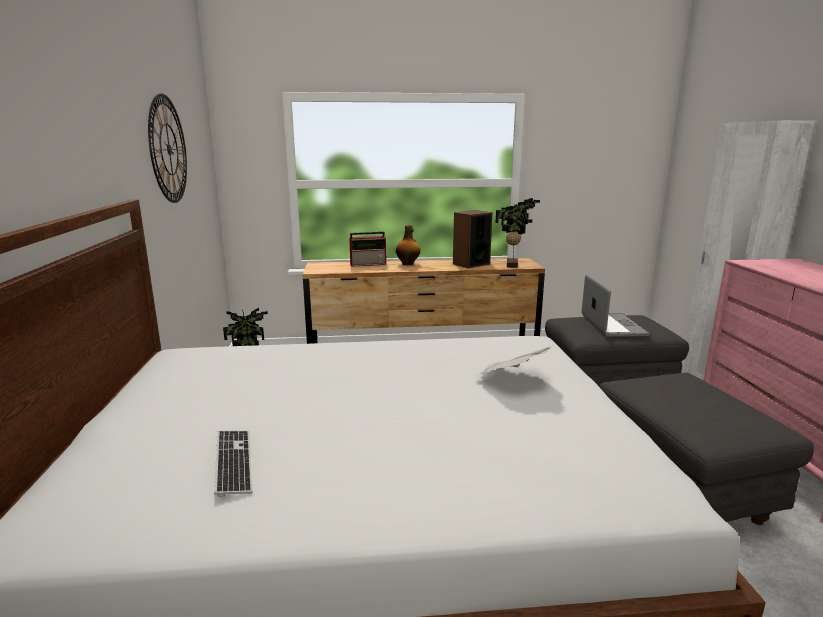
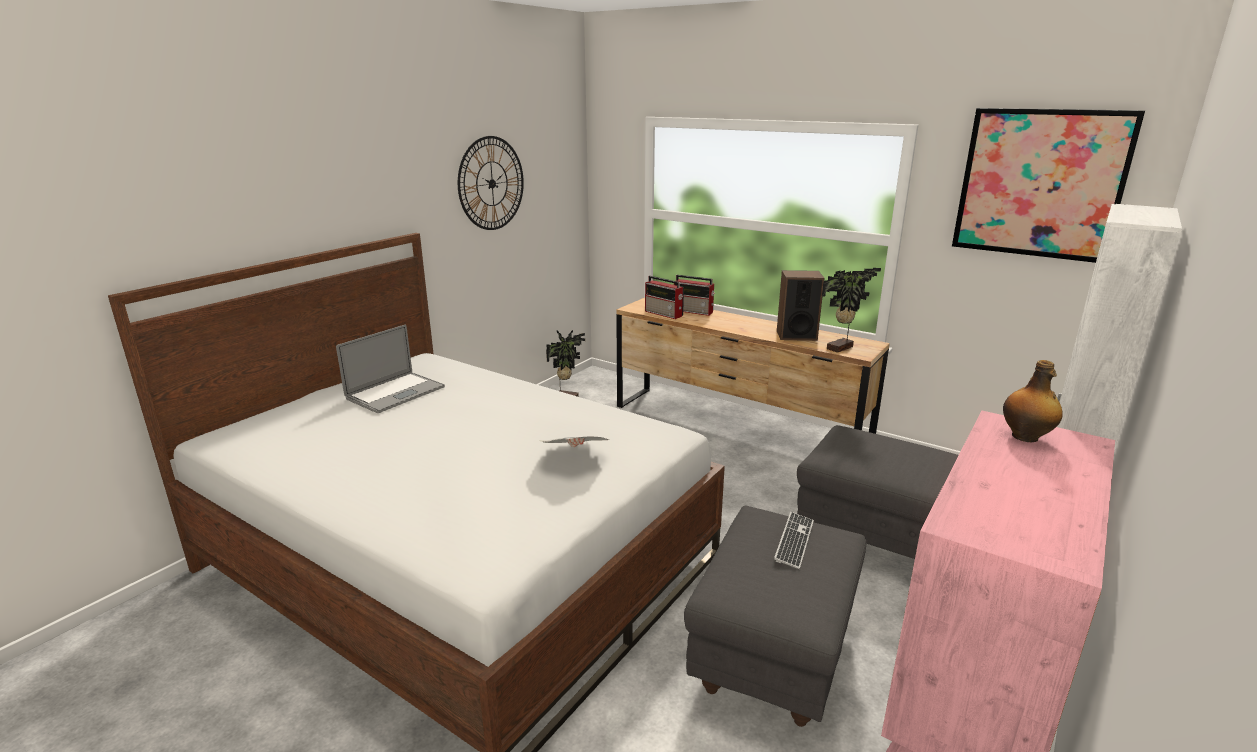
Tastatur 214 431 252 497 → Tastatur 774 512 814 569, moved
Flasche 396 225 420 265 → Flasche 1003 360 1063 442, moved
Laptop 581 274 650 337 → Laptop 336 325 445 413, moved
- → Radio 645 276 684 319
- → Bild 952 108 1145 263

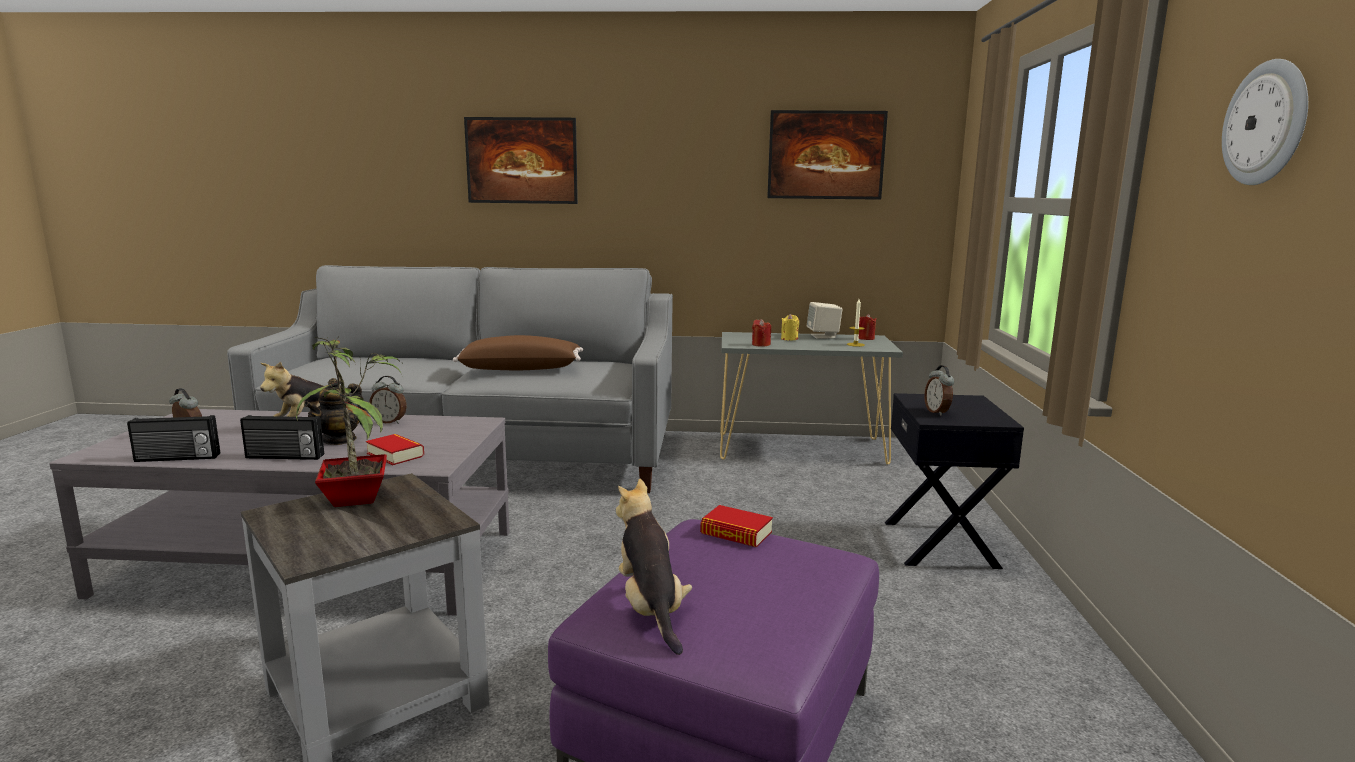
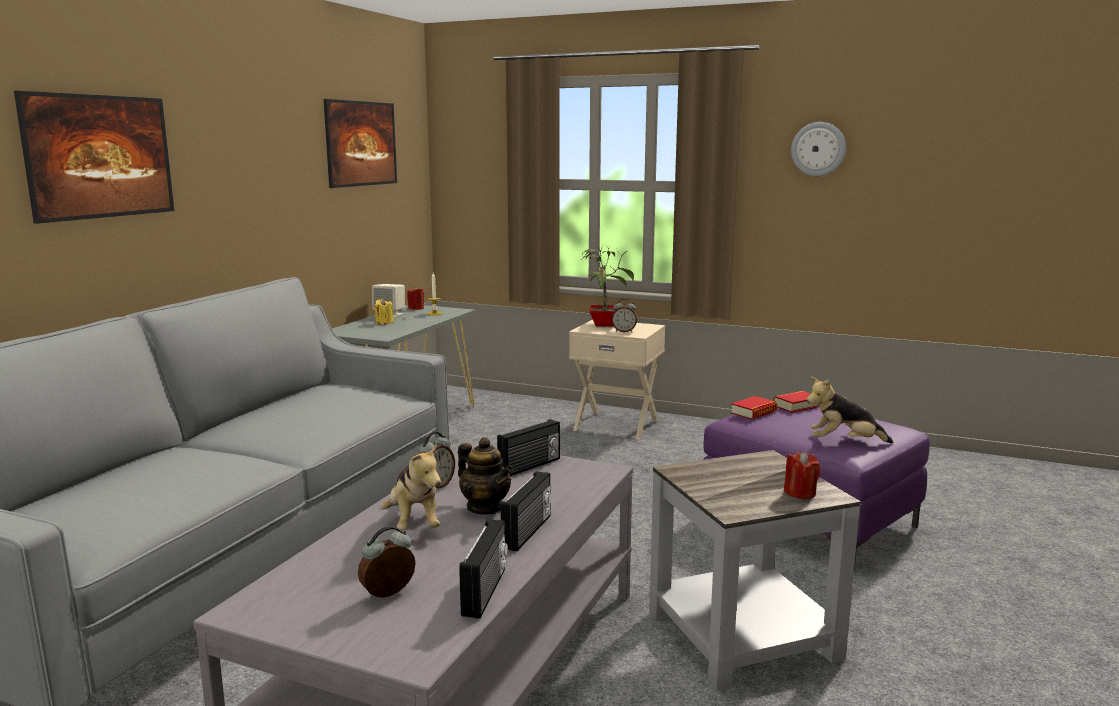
Topfpflanze 296 337 403 507 → Topfpflanze 581 246 634 327, moved
Buch 366 434 424 465 → Buch 773 391 819 413, moved
Kissen [braun] 453 335 583 370 → -
Kerze [rot] 752 319 771 347 → Kerze [rot] 784 451 821 499, moved
Nachttisch [schwarz] 885 393 1024 569 → Nachttisch [beige] 569 319 665 440
- → Radio 497 419 560 476

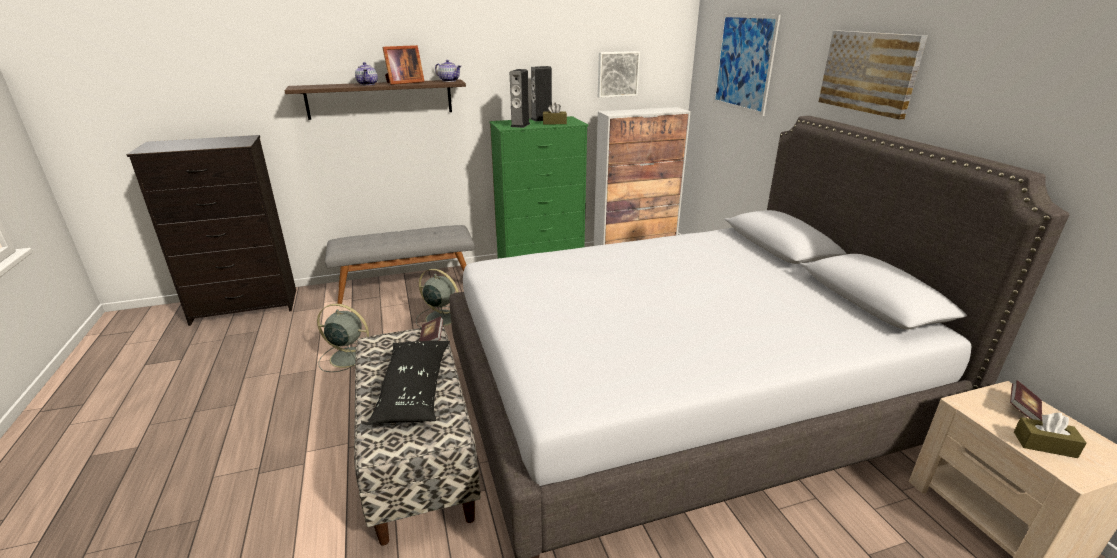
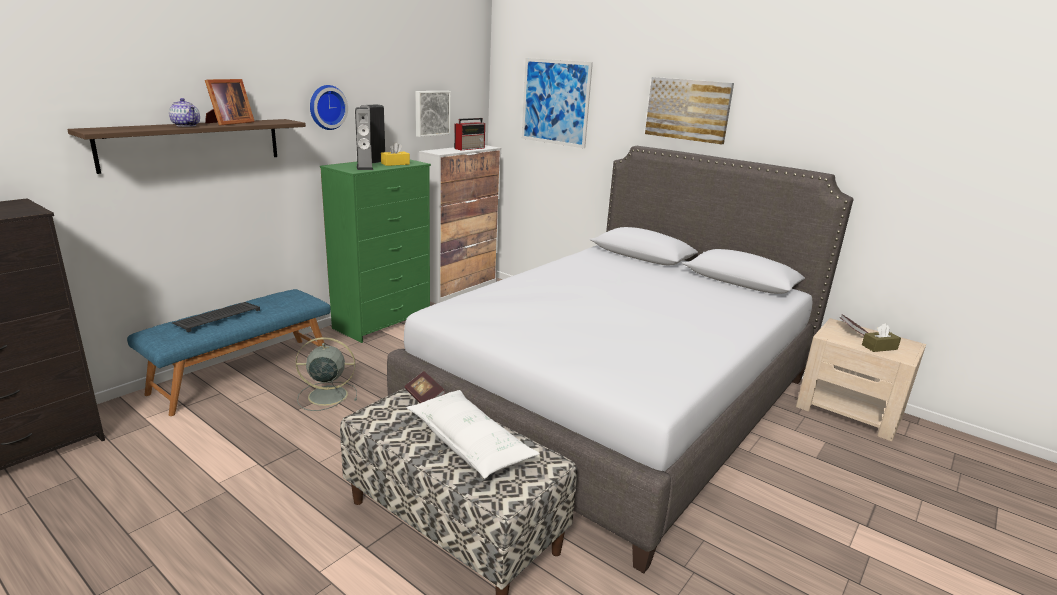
Ventilator [grau] 317 304 369 372 → -
Bank [grau] 325 225 475 304 → Bank [blau] 127 289 331 416
Kissen [schwarz] 367 340 450 425 → Kissen [weiß] 406 390 540 479
Teekanne 435 60 461 82 → -
Taschentuchbox [braun] 543 102 567 124 → Taschentuchbox [gelb] 381 142 410 166
- → Tastatur 172 302 260 332
- → Wanduhr 310 85 348 130
- → Radio 454 118 485 150

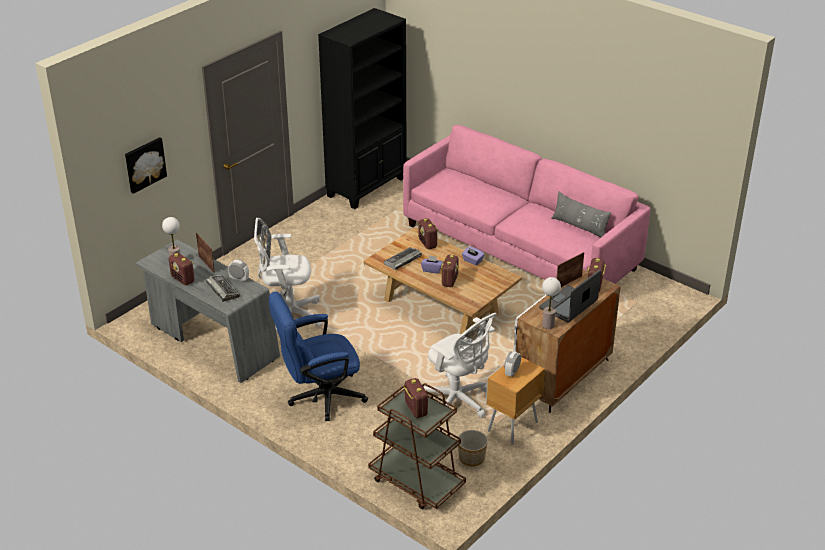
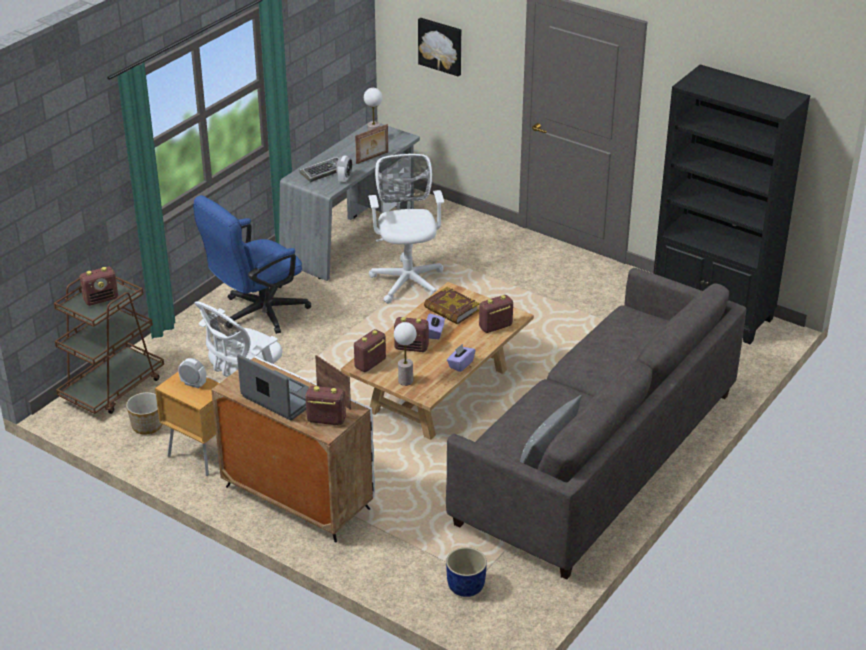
Radio 169 253 194 285 → Radio 354 329 386 372, moved
Bürostuhl [blau] 269 292 368 421 → Bürostuhl [blau] 193 195 311 334, 105 degrees counterclockwise
Tastatur 384 247 422 270 → Buch 424 287 479 324
Sofa [rosa] 403 125 650 284 → Sofa [grau] 446 268 746 580
Tischlampe 542 277 561 329 → Tischlampe 394 322 417 386, moved
- → Pflanzkübel [blau] 446 547 487 597

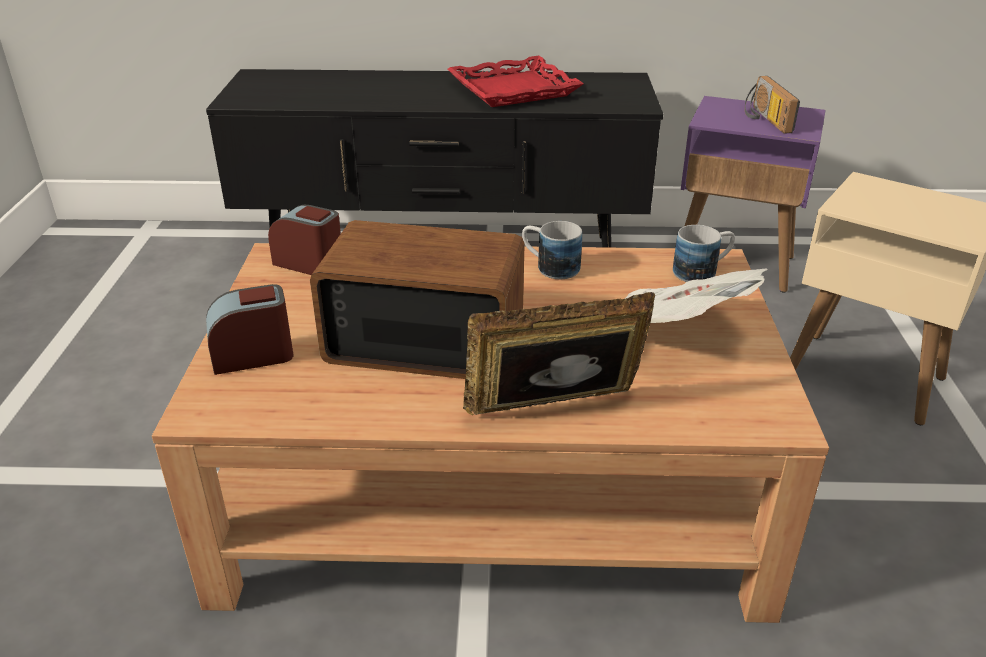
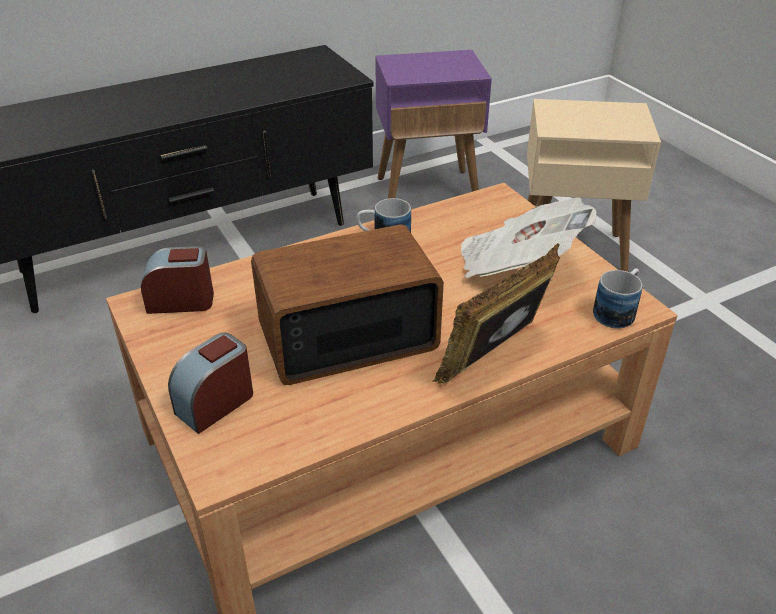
Tablett [rot] 447 56 584 107 → -
Henkelbecher 673 225 735 282 → Henkelbecher 593 268 643 328, moved
Radio 745 76 800 134 → -

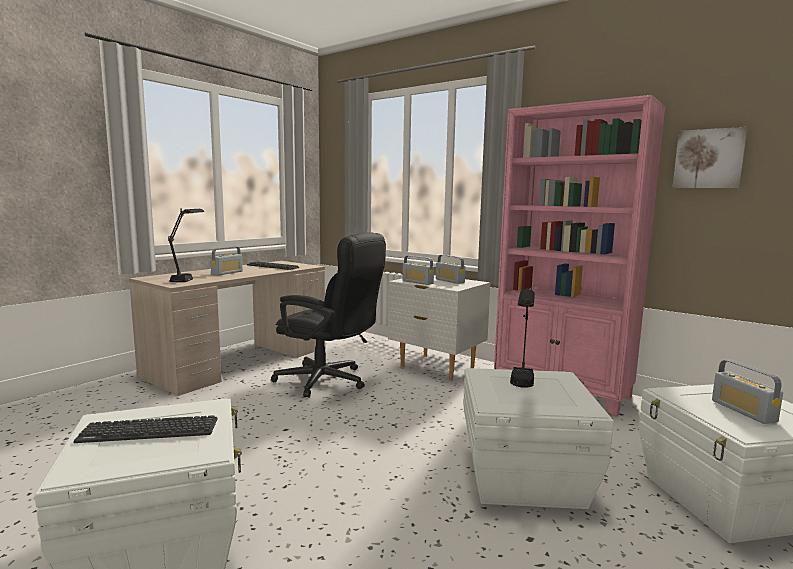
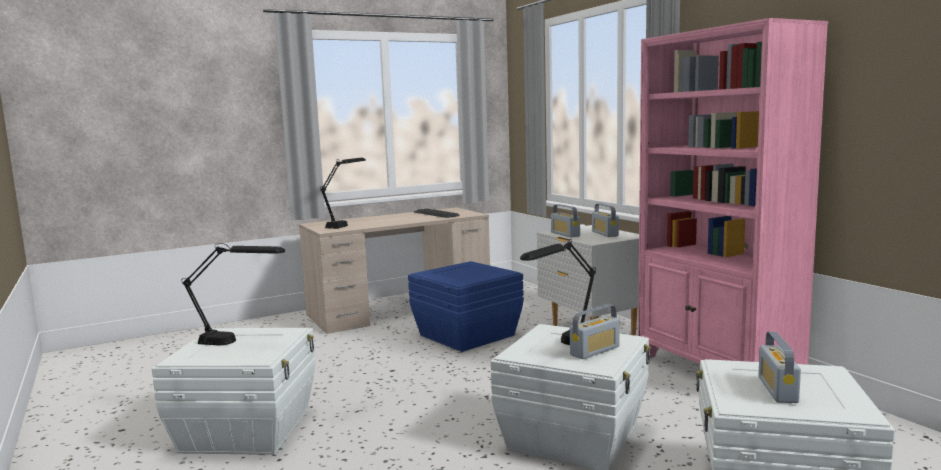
Tastatur 74 415 218 443 → Tischlampe [schwarz] 181 243 285 345
Radio 210 246 243 275 → Radio 570 304 620 359, moved
Bürostuhl [schwarz] 271 233 386 398 → Aufbewahrungsbox [blau] 408 261 524 352
Bild 672 127 748 188 → -

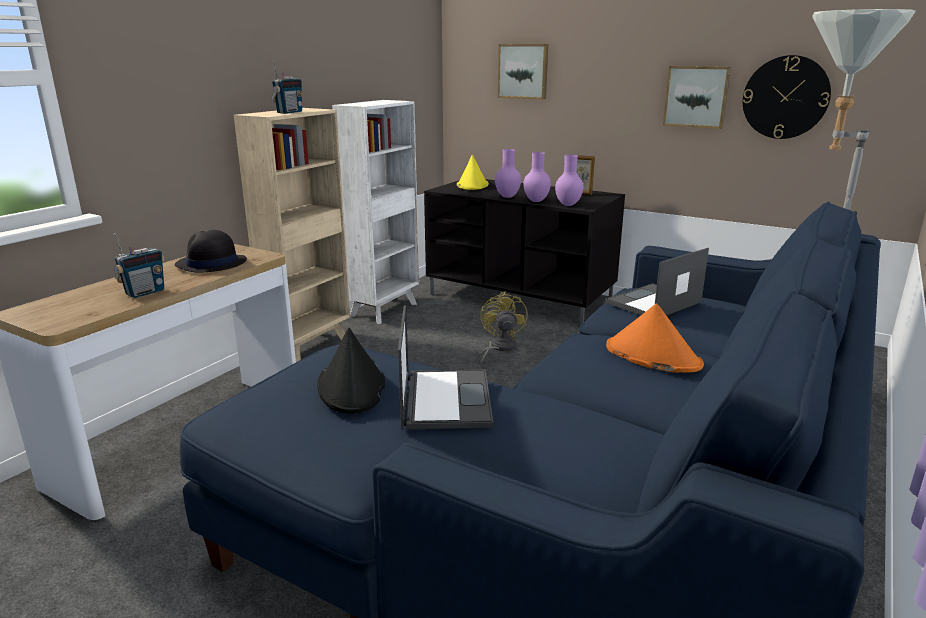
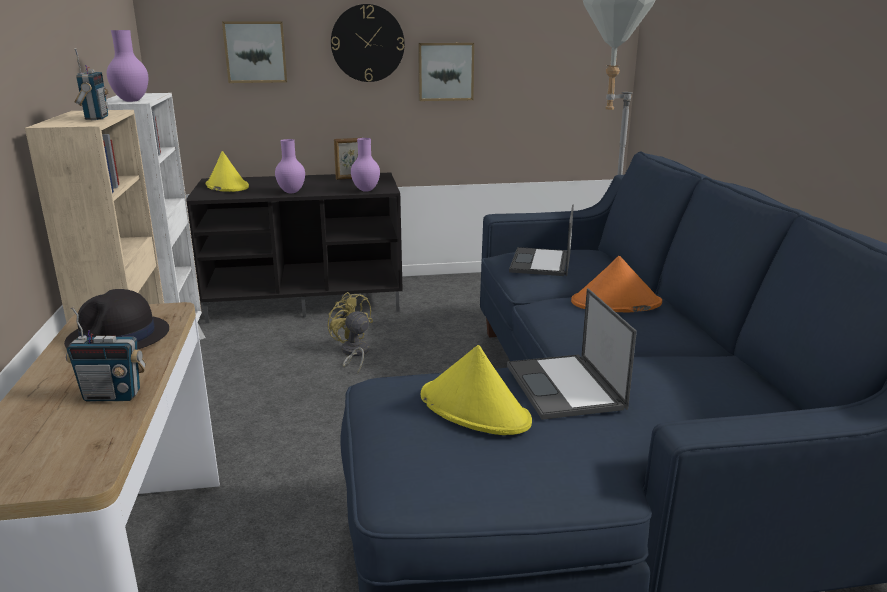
Radio 114 233 165 298 → Radio 66 307 146 401, 90 degrees clockwise
Hut [schwarz] 317 328 385 414 → Hut [gelb] 421 345 532 435
Laptop 398 305 493 429 → Laptop 507 288 637 420, 150 degrees counterclockwise
Vase [lila] 523 152 551 202 → Vase [lila] 107 30 148 102, moved
Wanduhr 743 55 831 139 → Wanduhr 331 4 405 82, moved

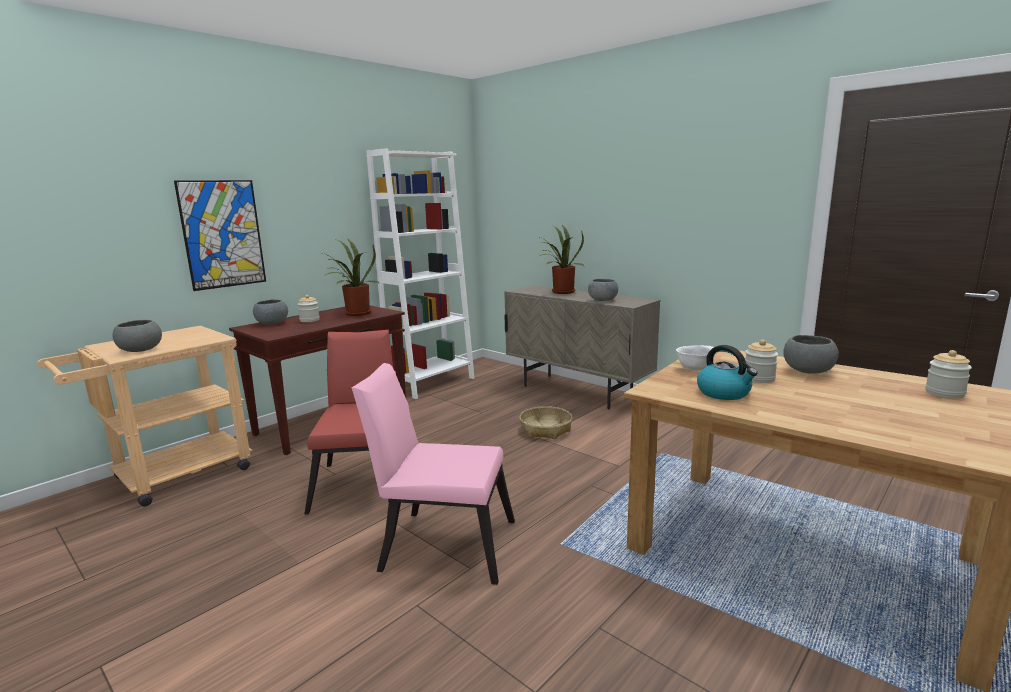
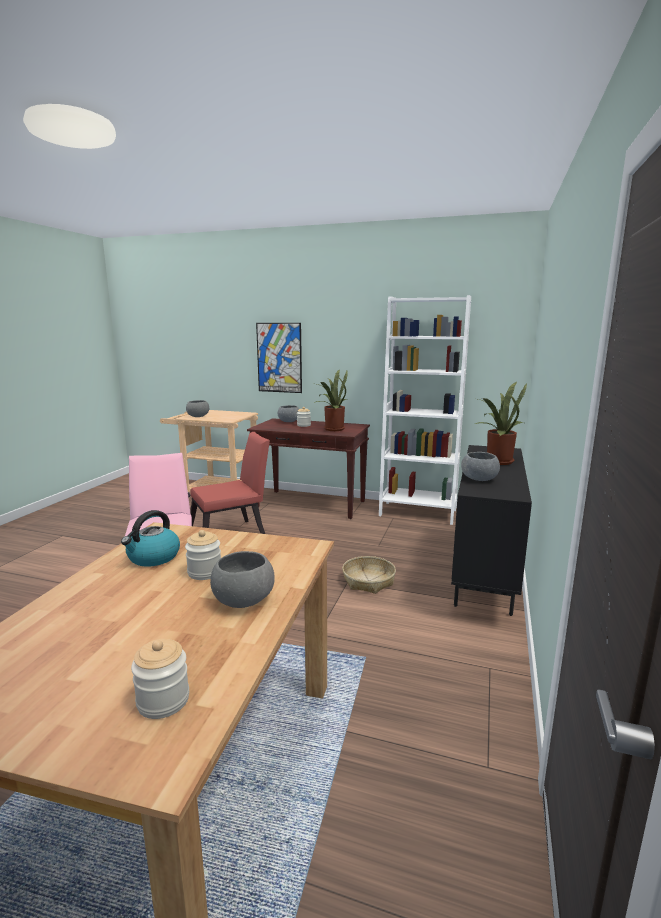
Schrank [beige] 504 285 660 410 → Schrank [schwarz] 451 445 532 616
Schüssel [weiß] 676 345 717 371 → -

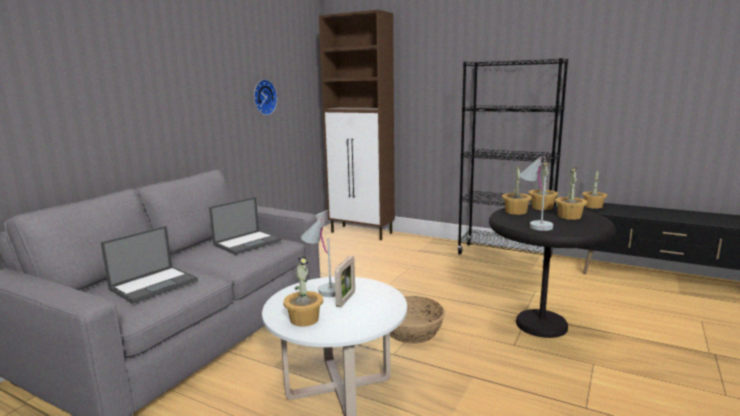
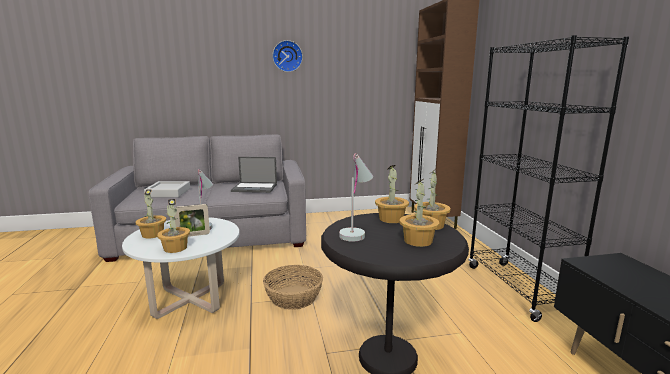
Laptop 100 226 198 304 → Tablett [grau] 144 181 190 197
Wanduhr 254 79 277 115 → Wanduhr 272 40 303 72, moved
Topfpflanze 582 170 607 209 → Topfpflanze 157 199 190 253, moved

